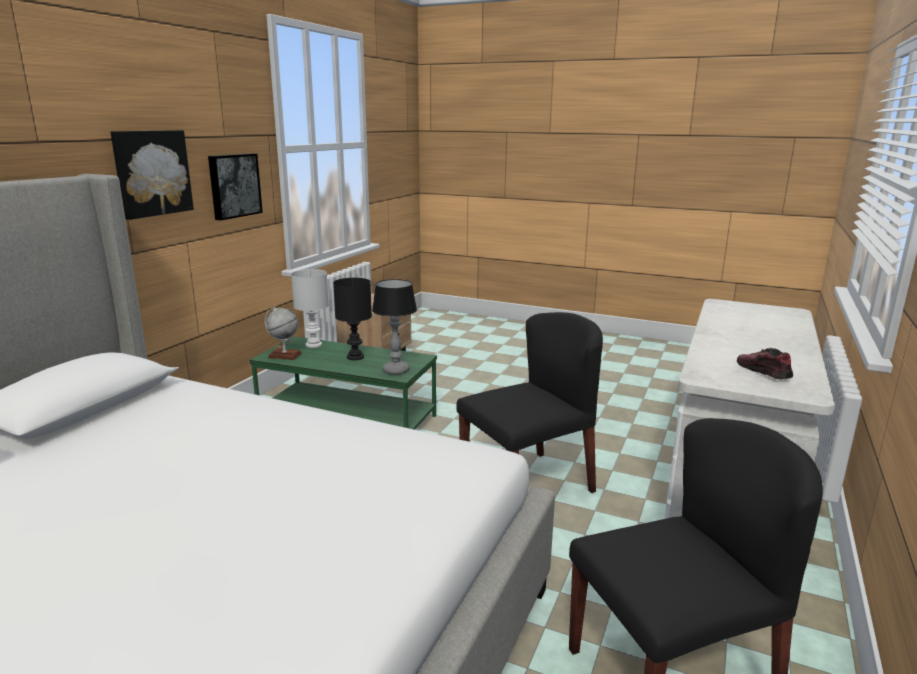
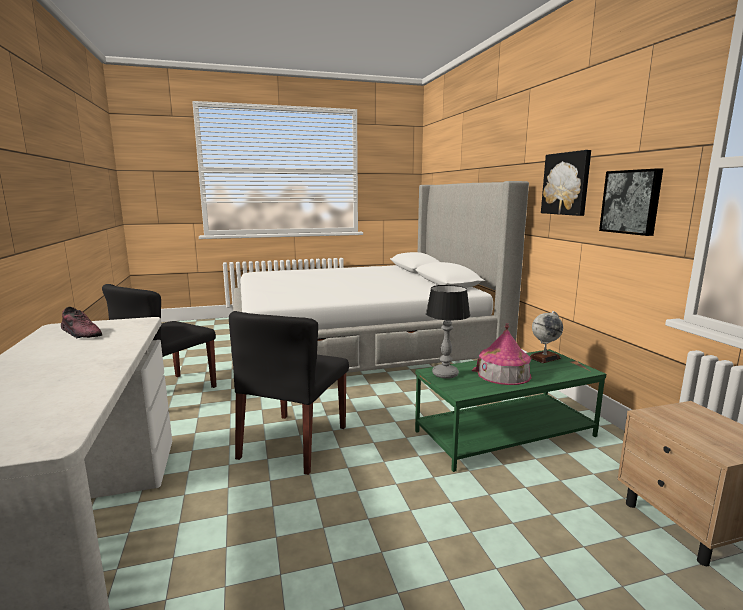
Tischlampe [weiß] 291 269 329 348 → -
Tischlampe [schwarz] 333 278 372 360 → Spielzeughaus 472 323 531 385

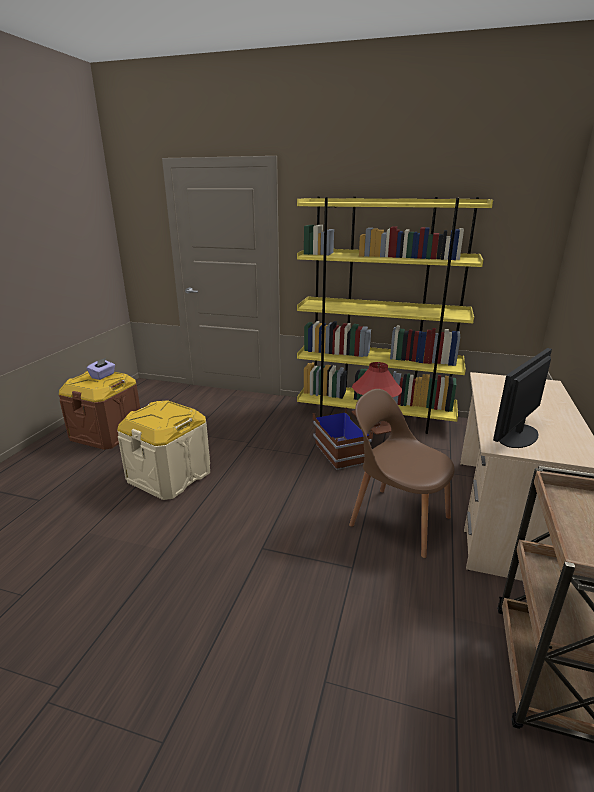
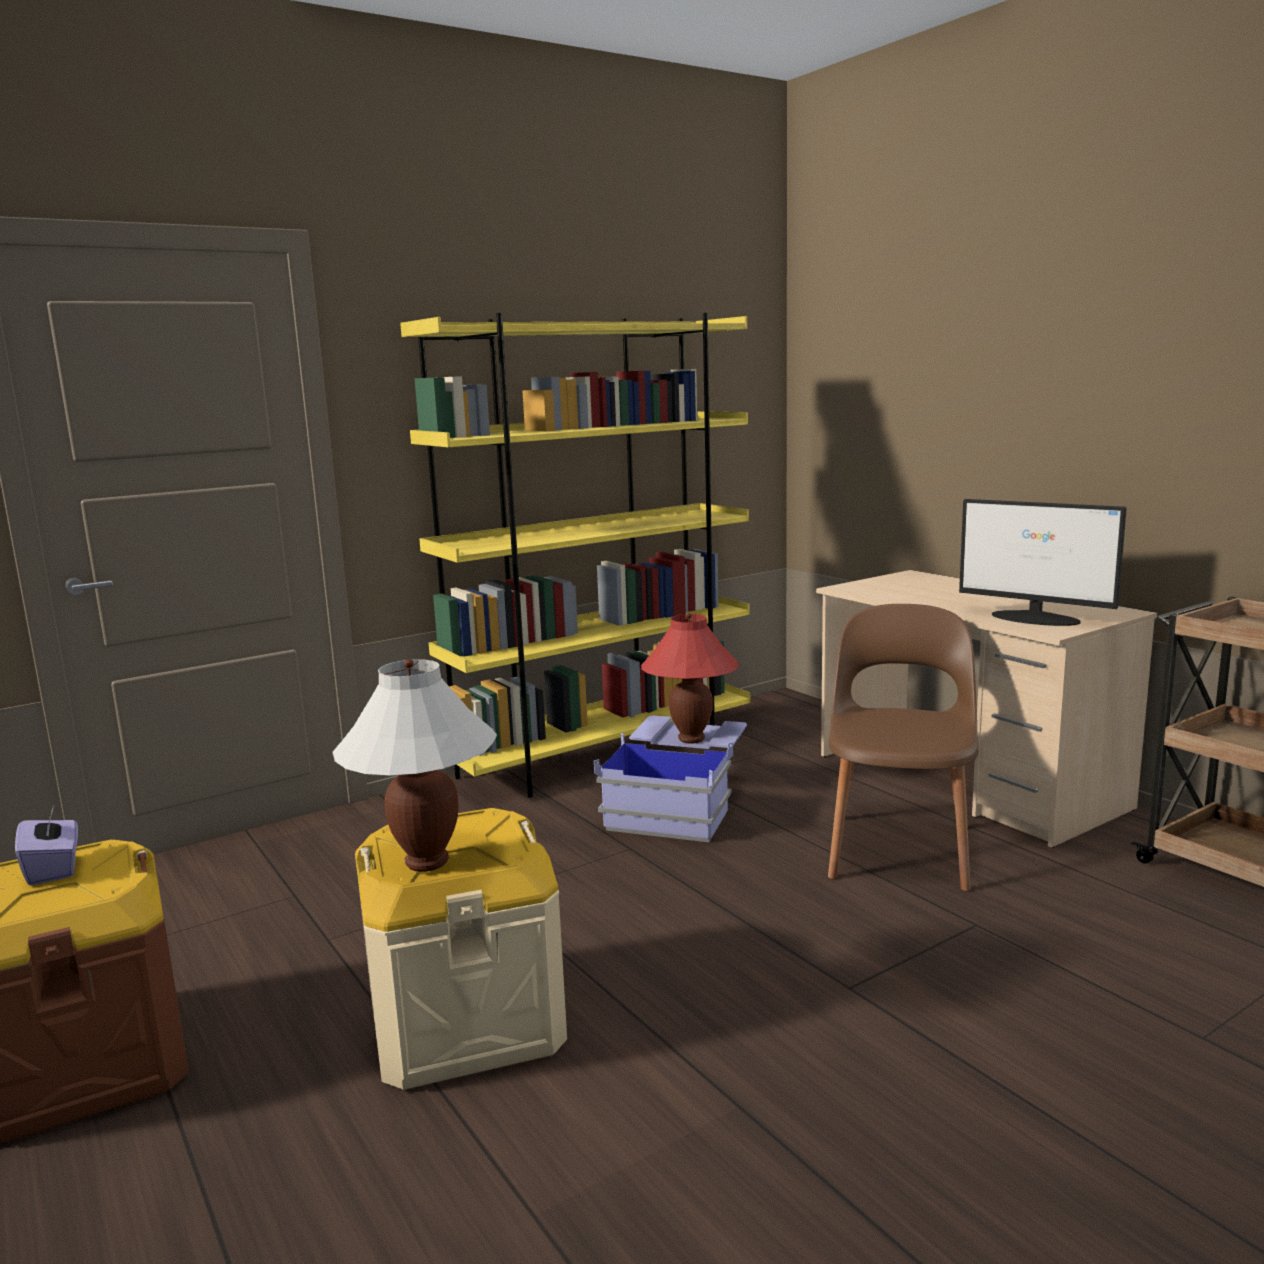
Aufbewahrungsbox [braun] 313 408 391 470 → Aufbewahrungsbox [blau] 594 715 747 842
Stuhl [braun] 349 389 455 558 → Stuhl [braun] 828 604 978 891, 120 degrees clockwise
Monitor 493 348 552 448 → Monitor 959 499 1127 626, 45 degrees counterclockwise
- → Tischlampe [weiß] 332 659 497 872

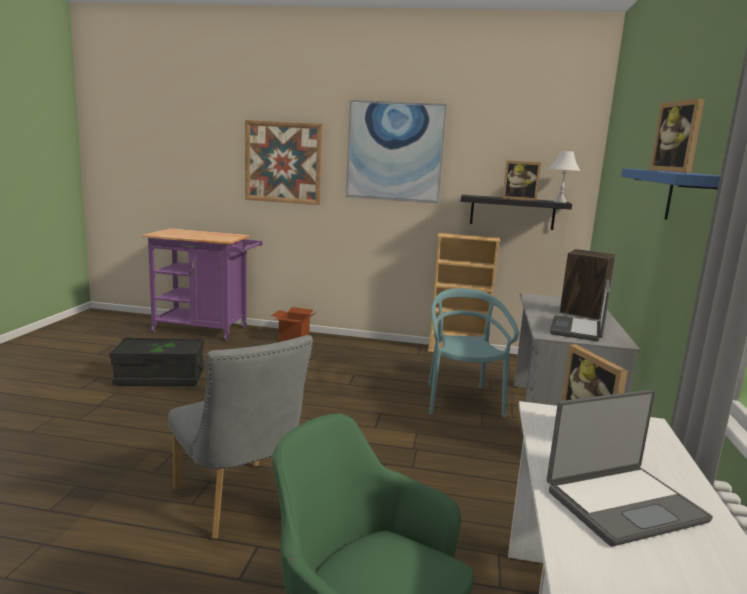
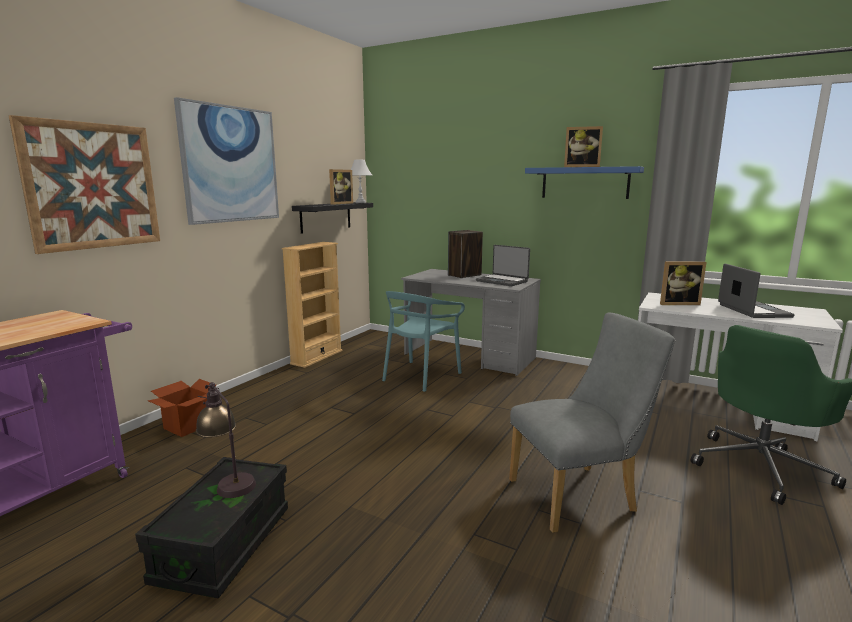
Stuhl [türkis] 428 288 519 418 → Stuhl [türkis] 382 291 465 392, 75 degrees counterclockwise
- → Tischlampe 196 382 256 498

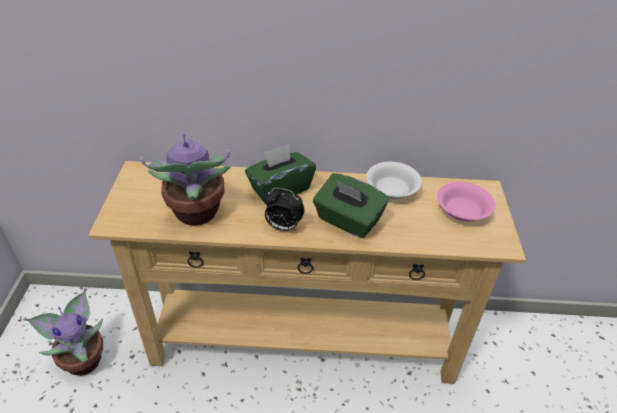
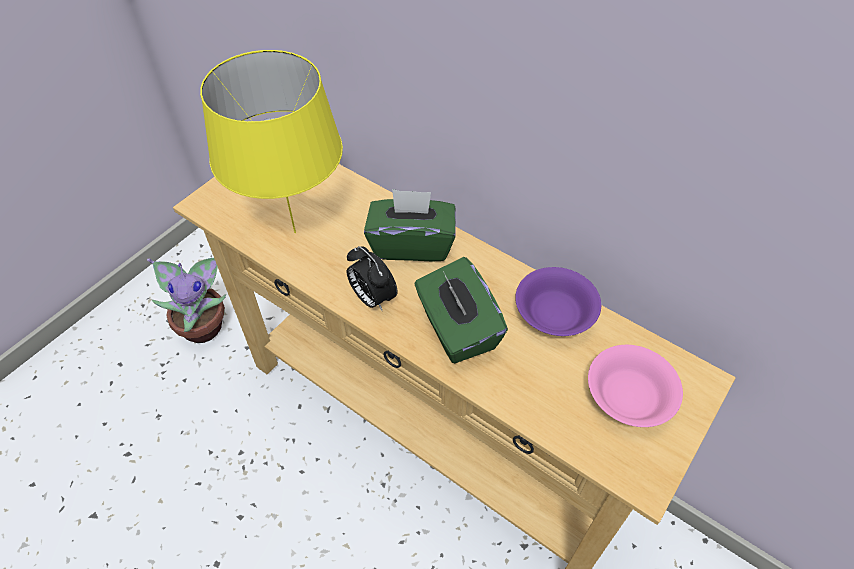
Topfpflanze 140 134 232 226 → Tischlampe [gelb] 200 50 343 233
Schüssel [weiß] 366 162 422 199 → Schüssel [lila] 515 267 601 336

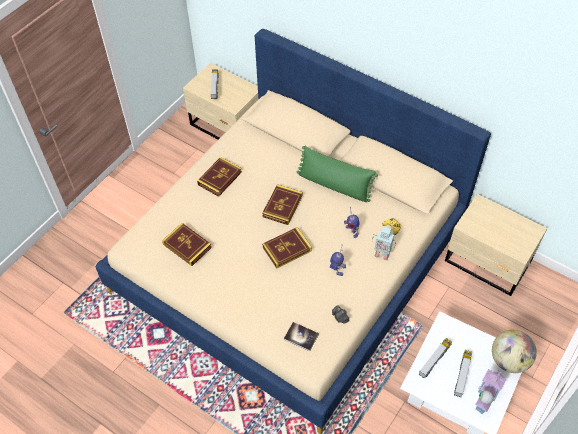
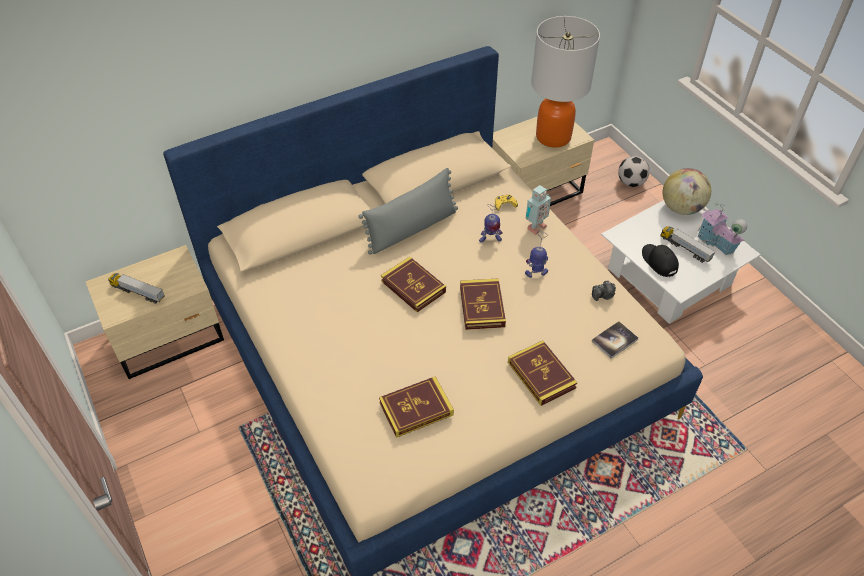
Buch 197 157 242 197 → Buch 508 340 577 406, moved
Kissen [grün] 297 146 378 202 → Kissen [grau] 358 168 458 255
Spielzeuglaster 419 338 452 379 → Kappe [schwarz] 642 244 679 277
- → Tischlampe 531 16 600 148
- → Fußball 618 156 650 187

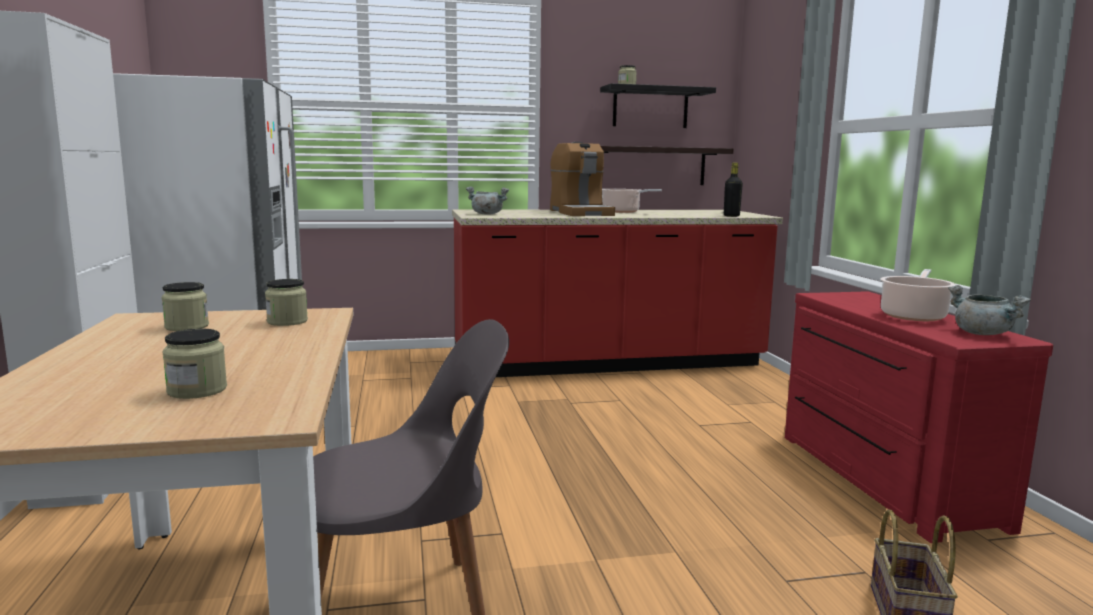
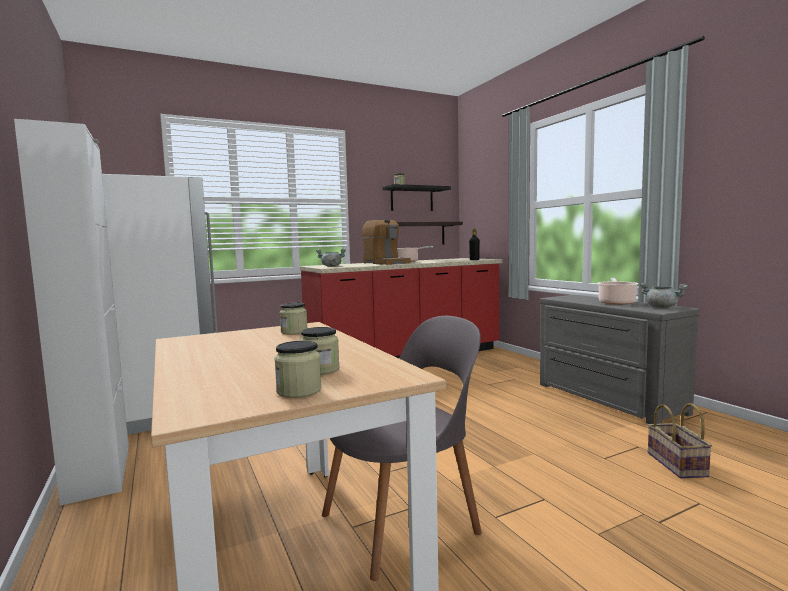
Vorratsglas 161 282 209 331 → Vorratsglas 274 341 322 398, moved
Kommode [rot] 785 291 1053 543 → Kommode [grau] 540 295 700 424

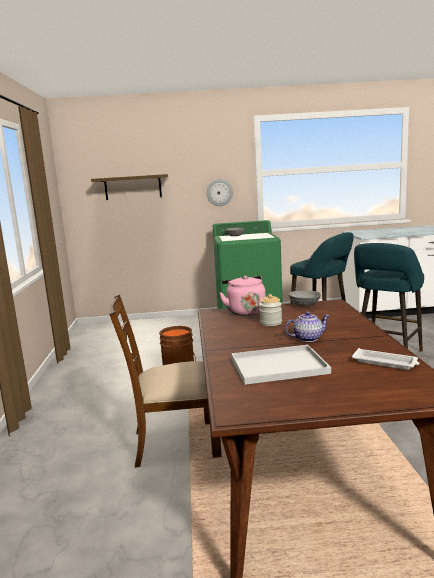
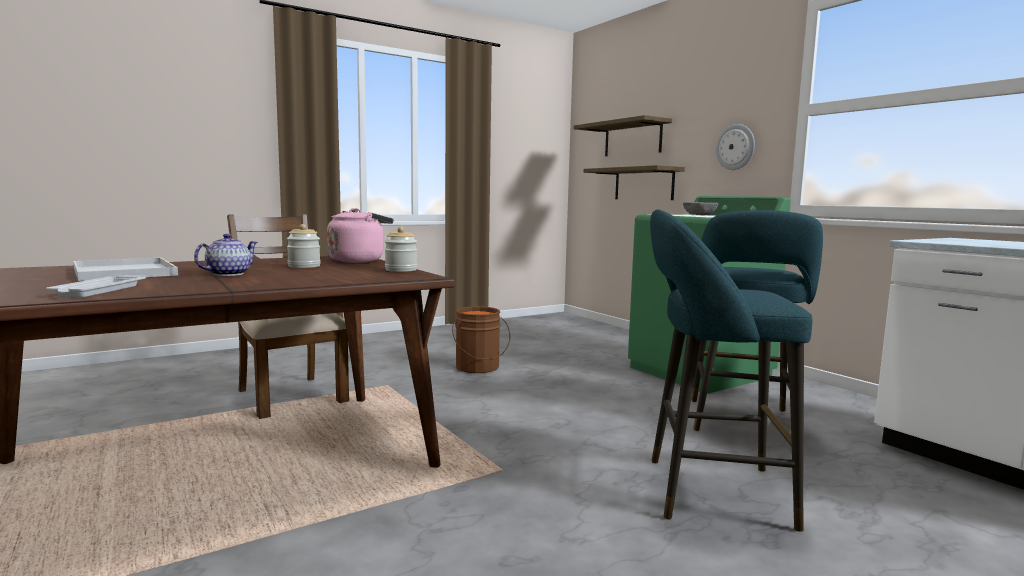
Teekanne 285 311 330 342 → Teekanne 194 234 258 276, 105 degrees counterclockwise
Schüssel [grau] 288 291 321 306 → Vorratsglas 384 227 417 272
- → Wandregal 584 165 685 200

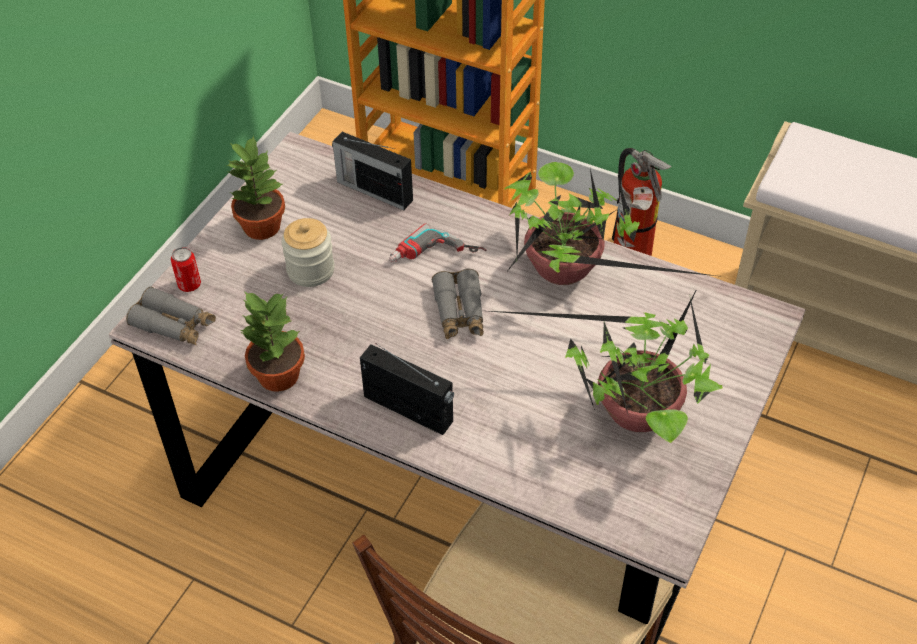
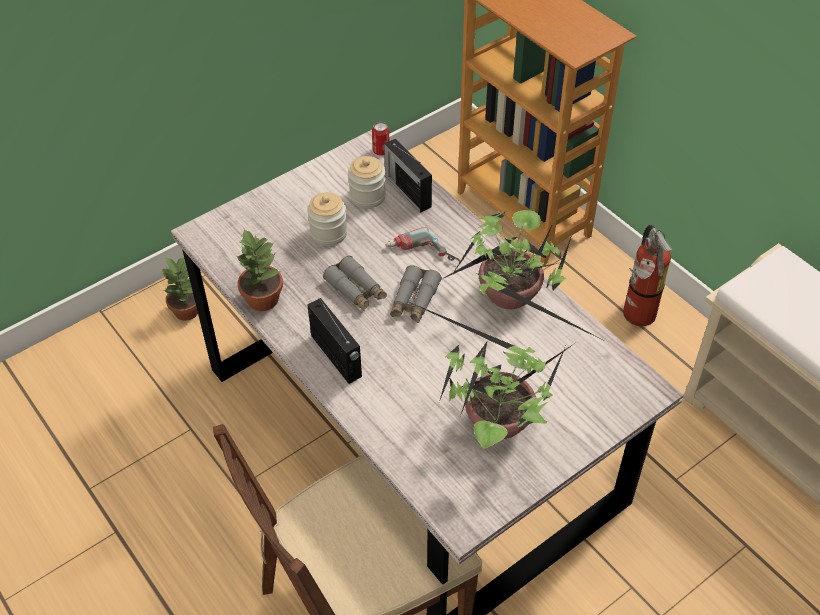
Fernglas [grau] 126 287 216 345 → Fernglas [grau] 323 256 387 311, moved
Dose 171 247 201 292 → Dose 372 122 389 156, moved
Topfpflanze 227 135 285 240 → Topfpflanze 160 257 198 321, moved
- → Vorratsglas 348 156 386 208

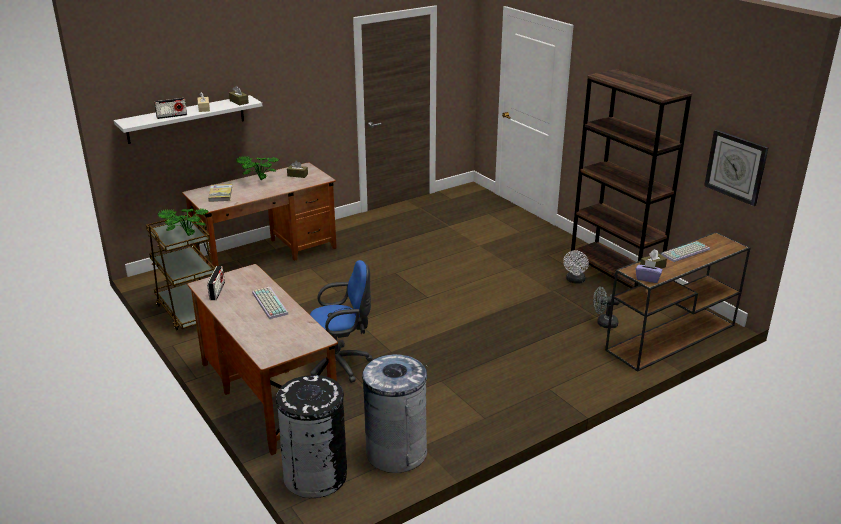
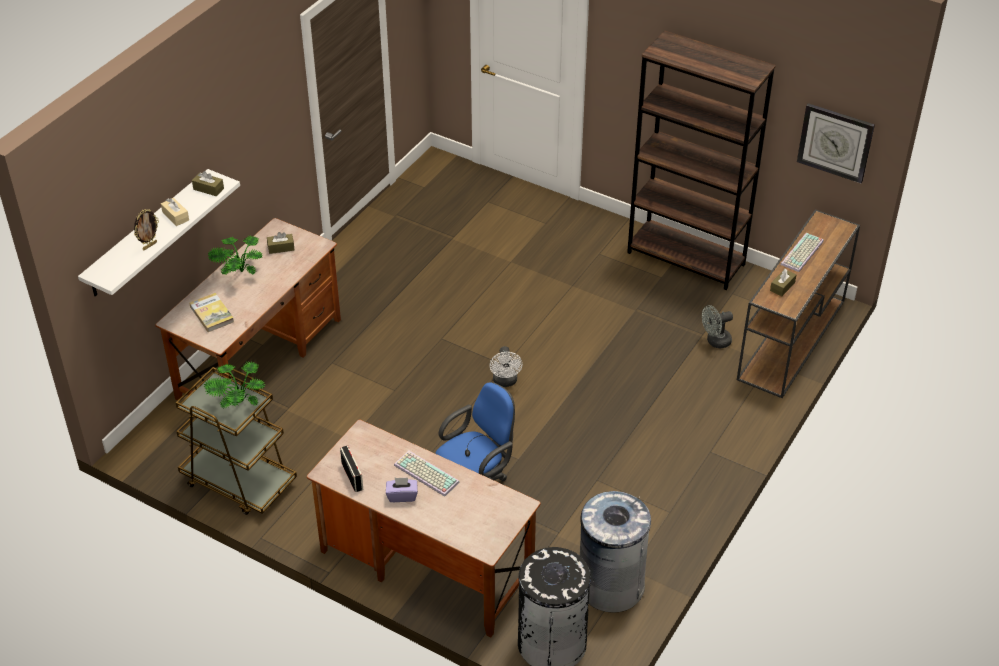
Radio 154 98 187 119 → Bilderrahmen 134 209 159 250
Ventilator [weiß] 563 250 589 284 → Ventilator [weiß] 490 346 523 387, moved
Taschentuchbox [lila] 635 260 663 283 → Taschentuchbox [lila] 386 478 418 502, moved

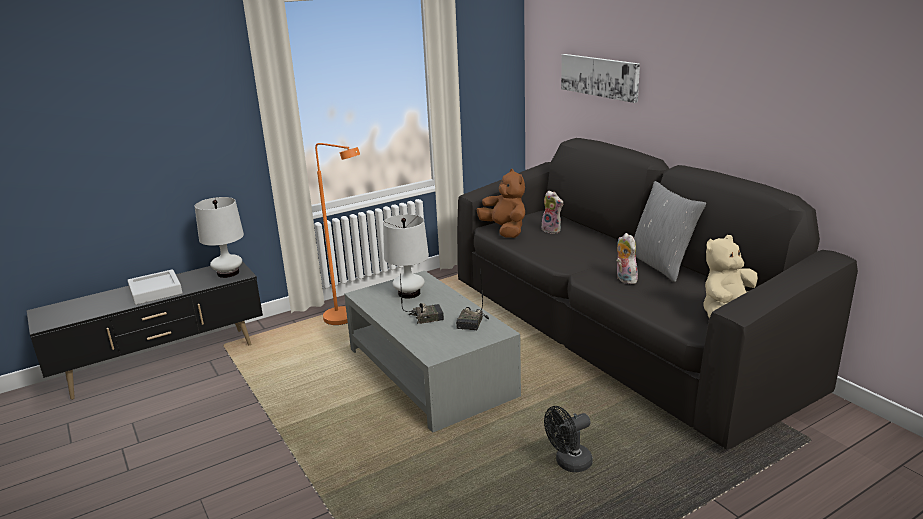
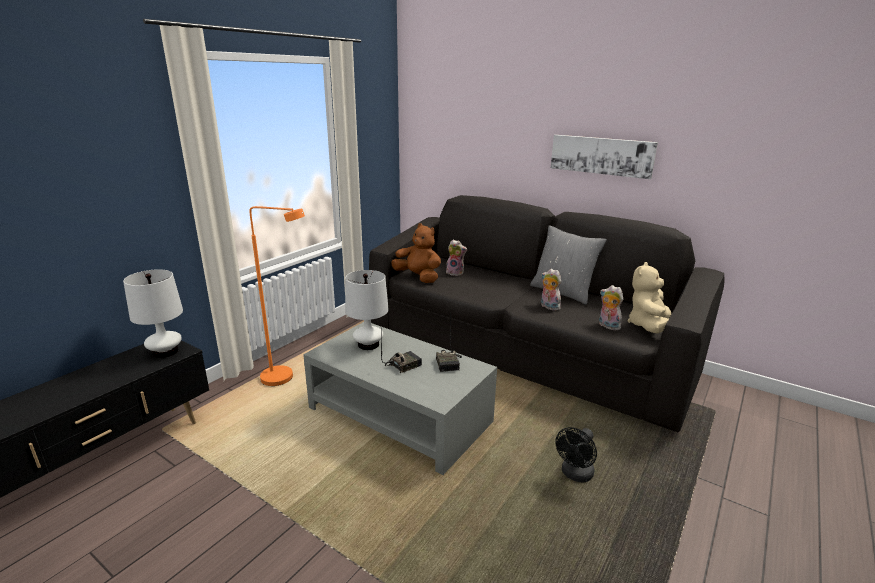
Tablett [grau] 127 269 183 305 → -
Bild 561 54 640 103 → Bild 551 135 658 179, moved
- → Plüschtier 599 285 623 331

